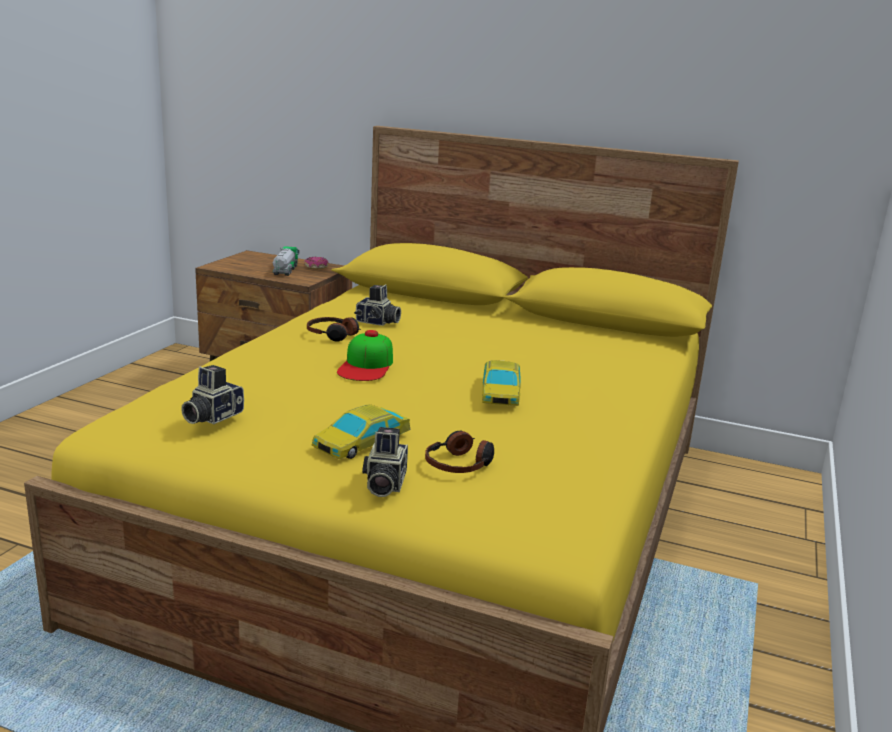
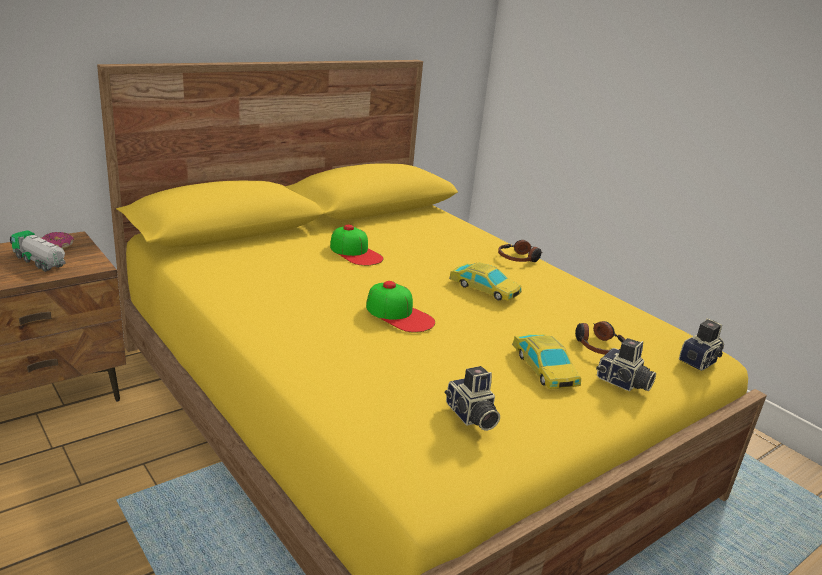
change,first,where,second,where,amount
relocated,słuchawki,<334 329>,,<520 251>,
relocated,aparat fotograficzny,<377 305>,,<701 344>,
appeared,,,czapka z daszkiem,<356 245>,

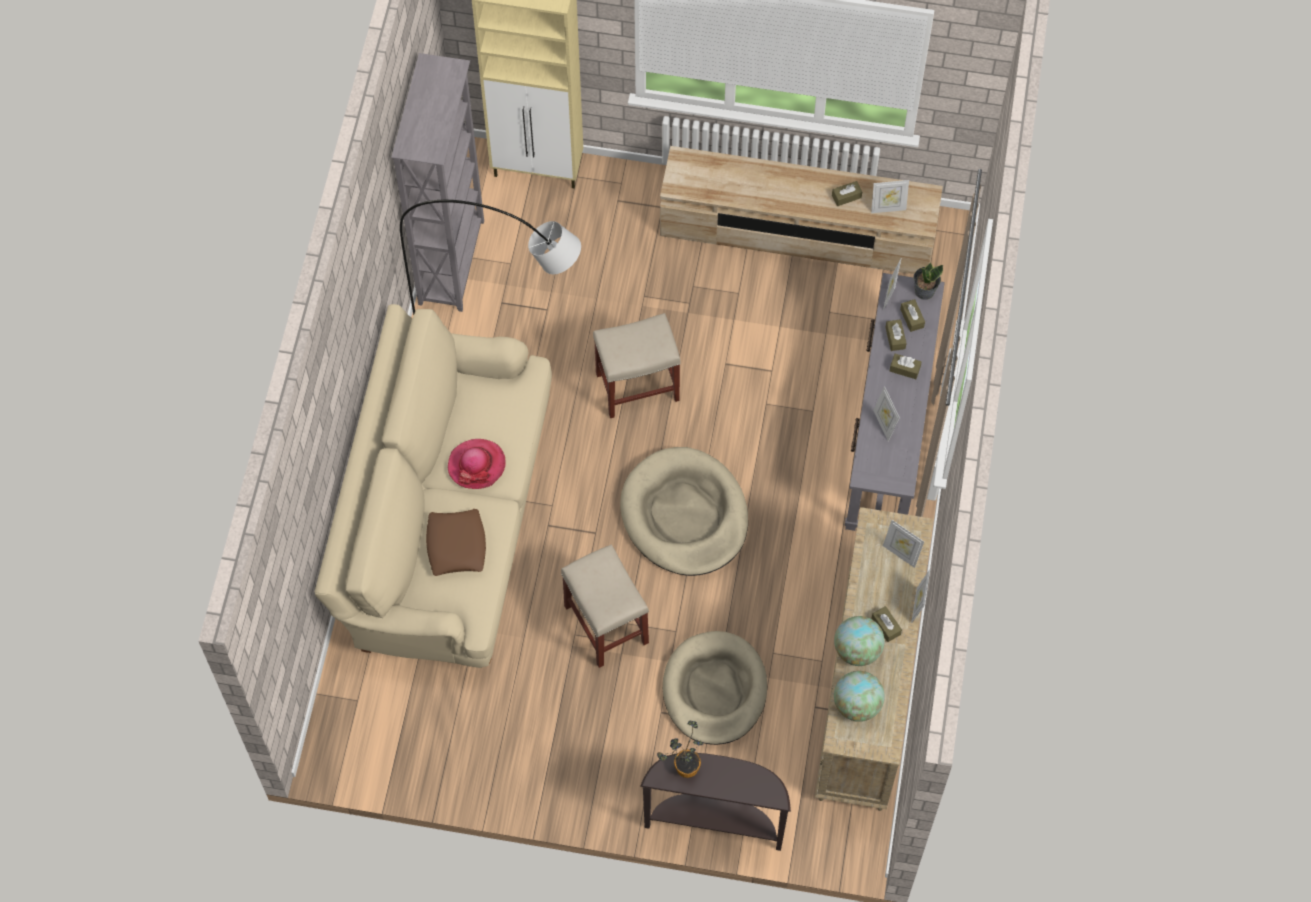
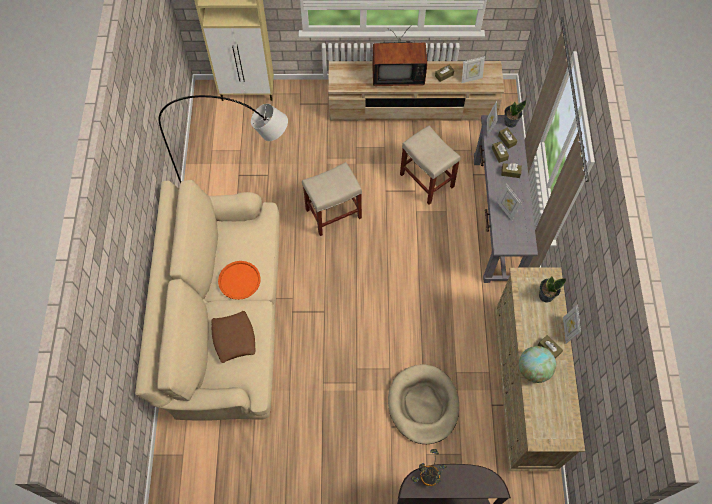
change,first,where,second,where,amount
missing,regał [szary],<437 182>,,,
exchanged,kapelusz,<477 464>,taca [pomarańczowy],<239 280>,
relocated,stołek [beżowy],<605 606>,,<430 165>,
missing,legowisko [beżowy],<684 511>,,,
missing,globus,<859 696>,,,
exchanged,ramka na zdjęcie,<903 544>,roślina doniczkowa,<553 289>,
appeared,,,telewizor,<399 57>,

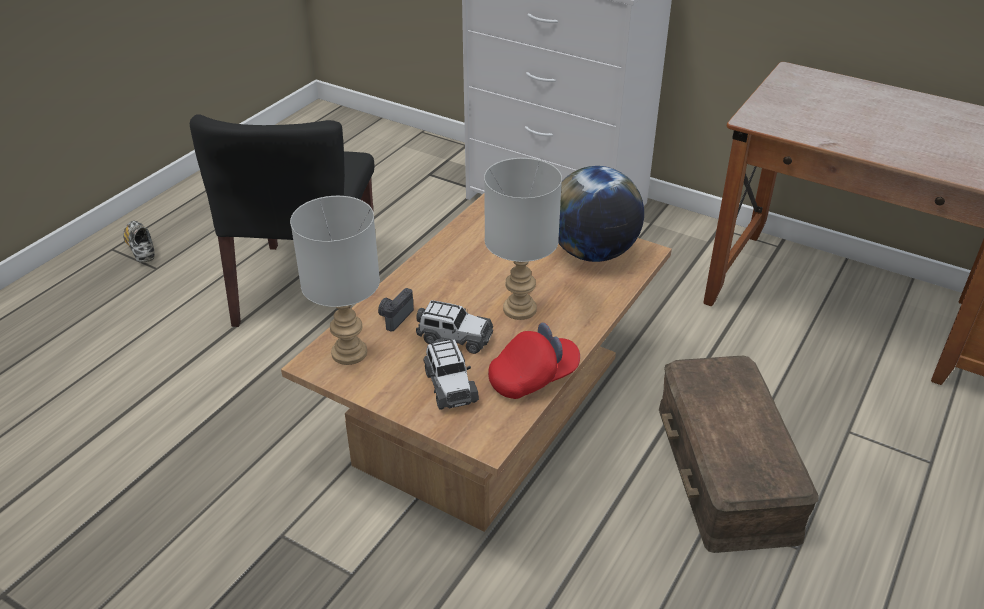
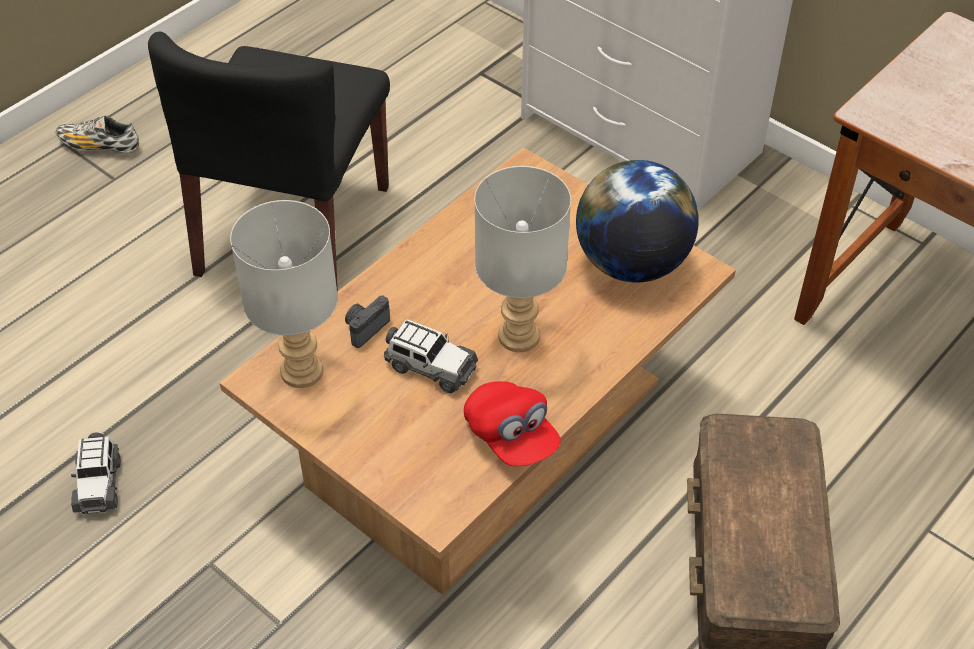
change,first,where,second,where,amount
spun,but,<139 241>,,<97 134>,60 degrees counterclockwise
relocated,samochodzik,<451 374>,,<96 473>,
spun,czapka z daszkiem [czerwony],<534 360>,,<512 423>,75 degrees clockwise

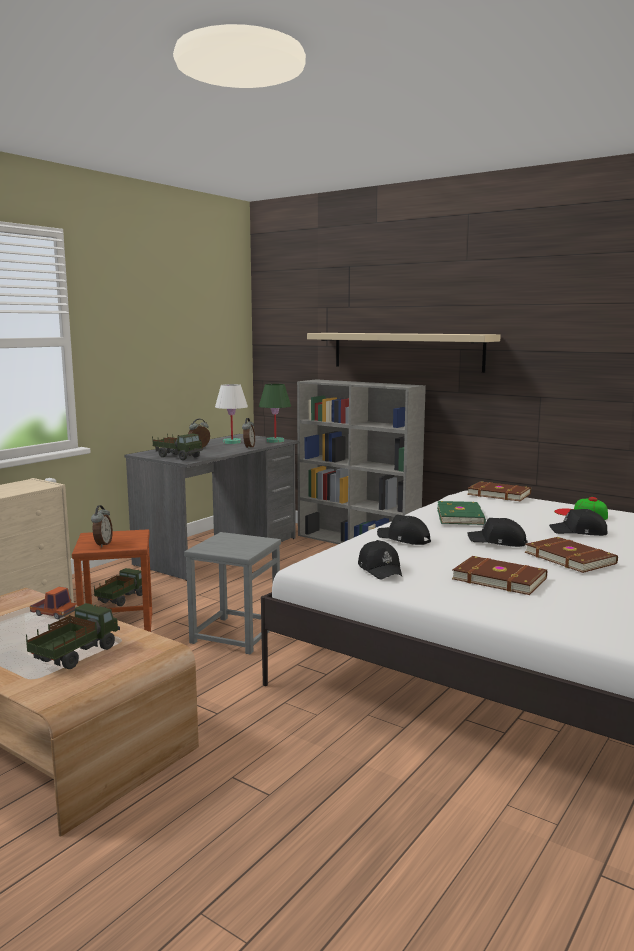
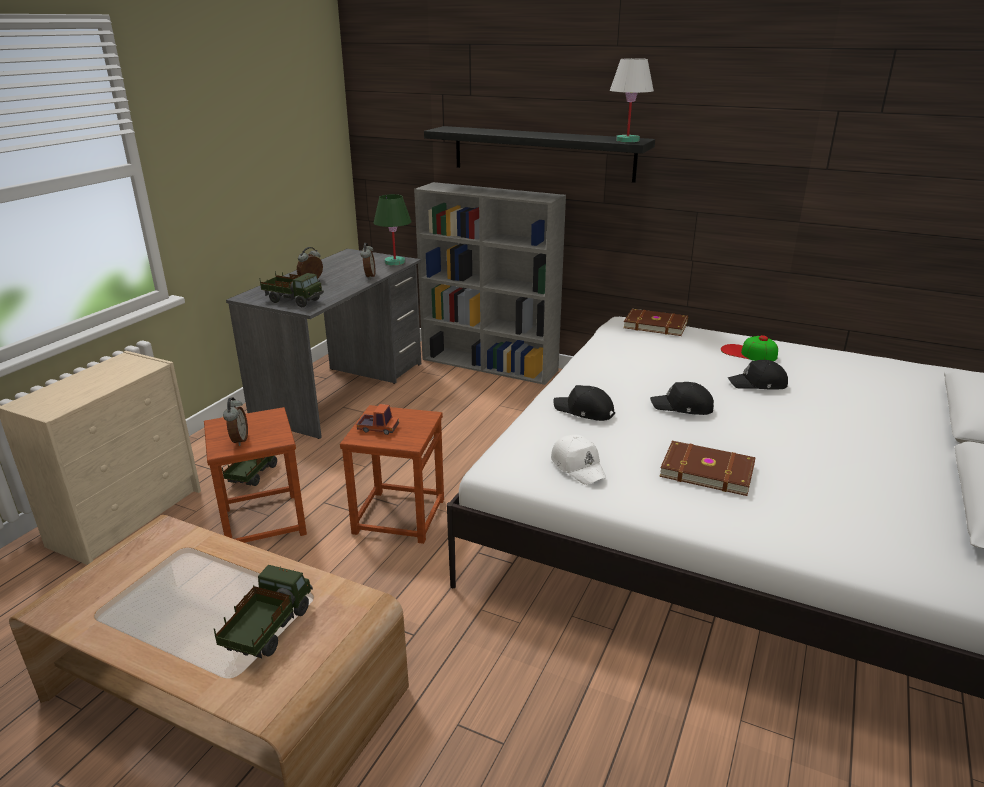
change,first,where,second,where,amount
relocated,ciężarówka zabawkowa,<53 603>,,<378 419>,
colour,stołek [szary],<232 593>,stołek [brązowy],<392 474>,
relocated,lampa stołowa [biały],<231 414>,,<632 100>,
colour,półka [beżowy],<404 353>,półka [czarny],<539 154>,
colour,czapka z daszkiem [czarny],<380 560>,czapka z daszkiem [biały],<579 460>,
missing,książka [zielony],<461 513>,,,
missing,książka [brązowy],<571 555>,,,

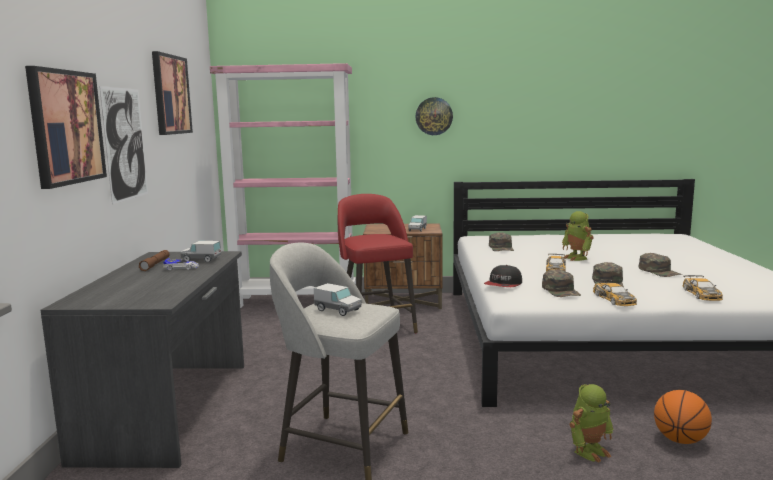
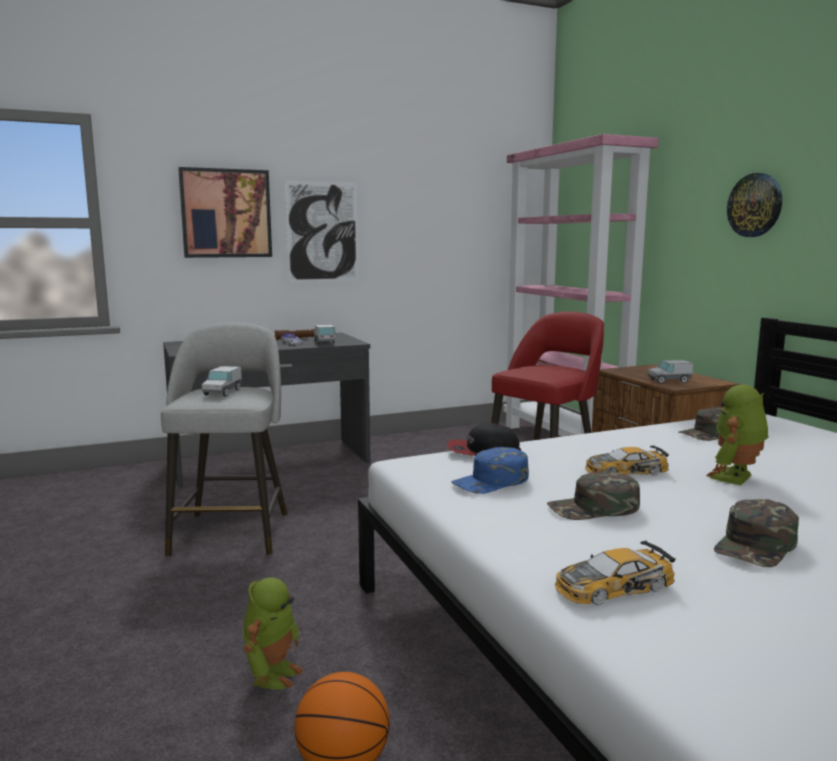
change,first,where,second,where,amount
missing,obraz,<172 93>,,,
colour,czapka z daszkiem [zielony],<561 283>,czapka z daszkiem [niebieski],<490 470>,
spun,robot zabawkowy,<591 423>,,<273 633>,105 degrees counterclockwise
missing,samochodzik,<615 293>,,,

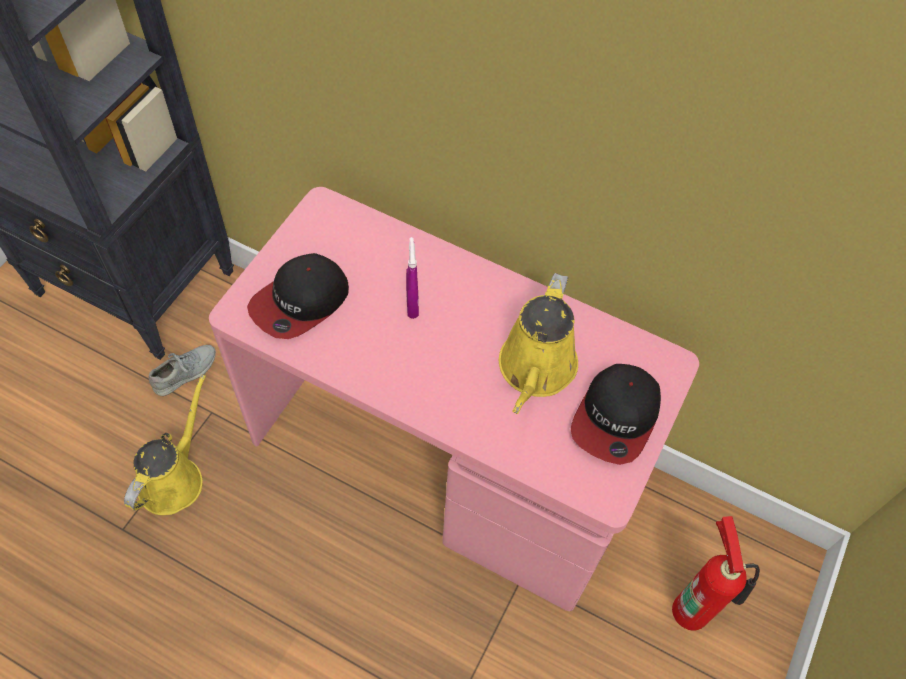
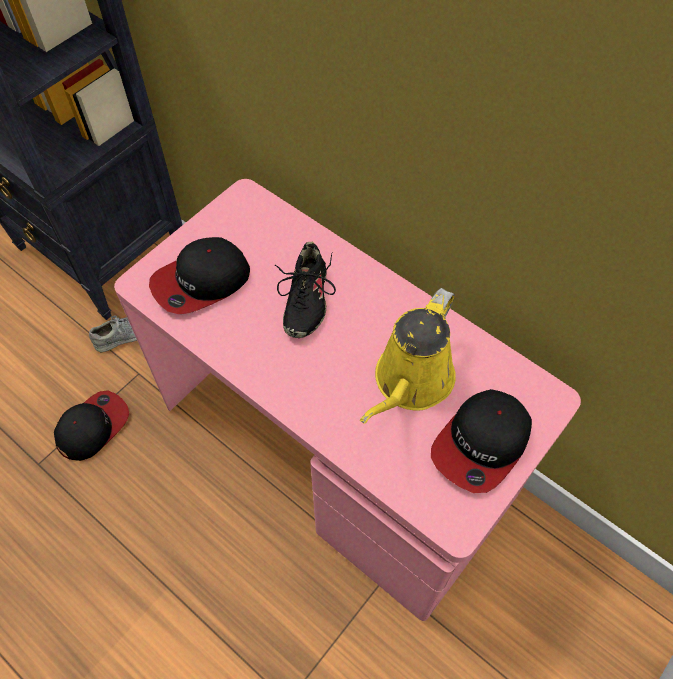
change,first,where,second,where,amount
exchanged,konewka [żółty],<165 444>,czapka z daszkiem,<91 425>,
exchanged,spryskiwacz [fioletowy],<412 278>,but [czarny],<305 290>,
missing,gaśnica,<716 573>,,,

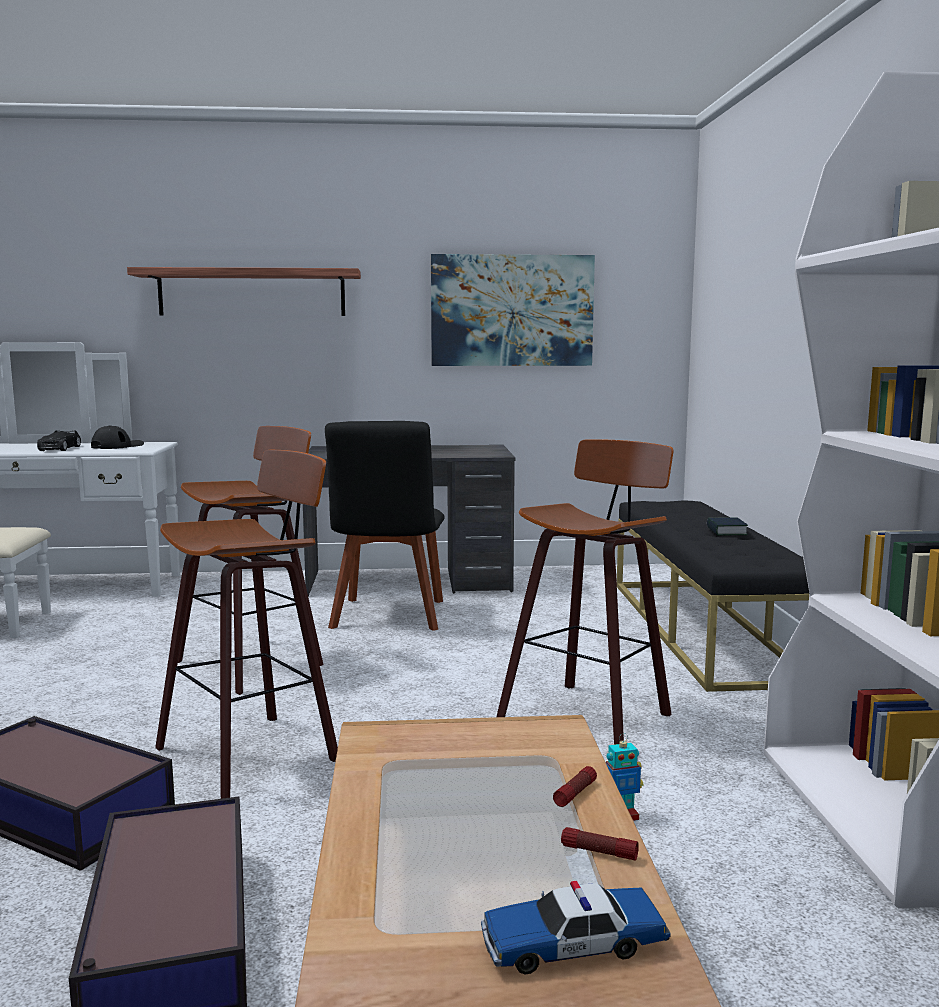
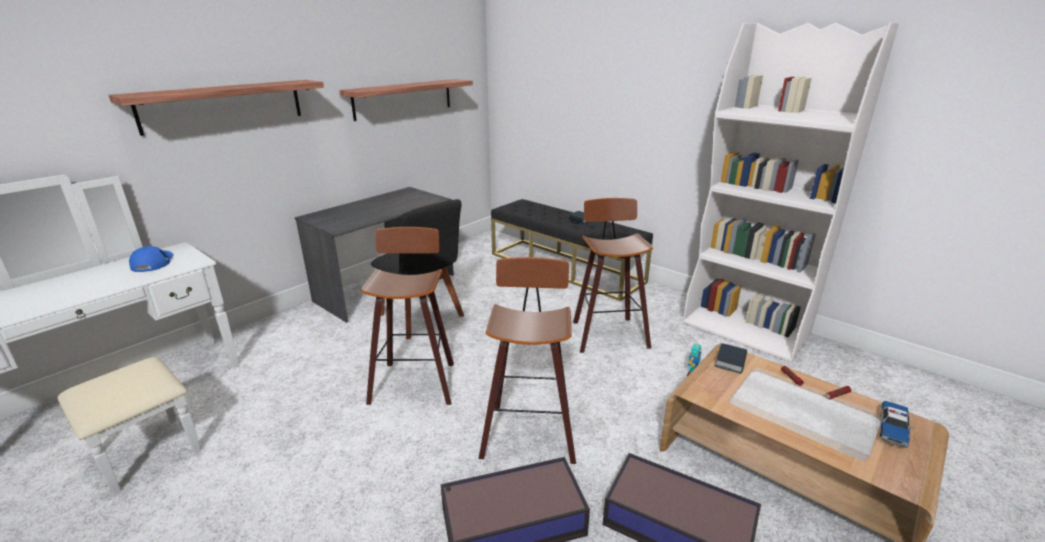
change,first,where,second,where,amount
missing,samochodzik [czarny],<59 441>,,,
colour,czapka z daszkiem [czarny],<117 437>,czapka z daszkiem [niebieski],<151 259>,
exchanged,obraz,<513 310>,półka,<406 100>,
appeared,,,książka,<731 358>,

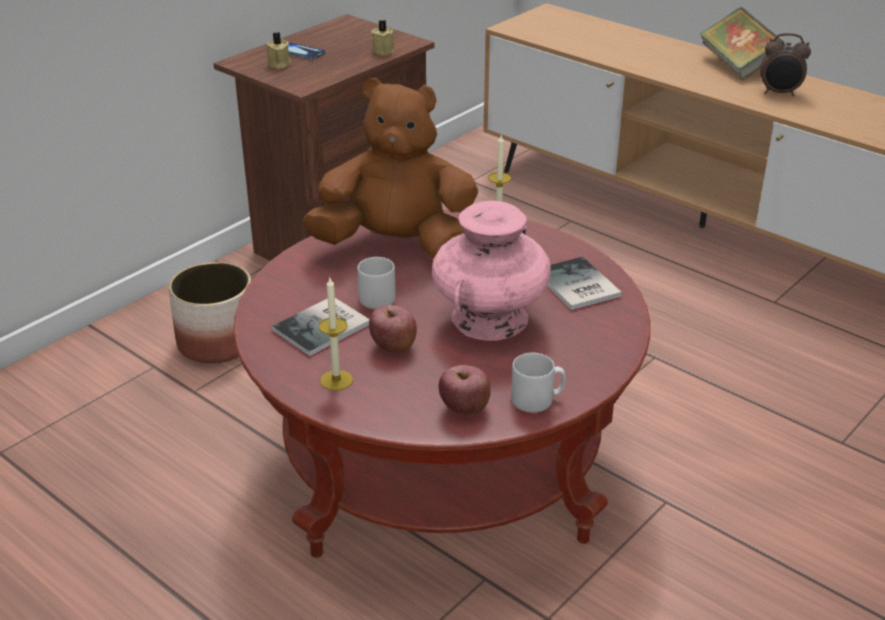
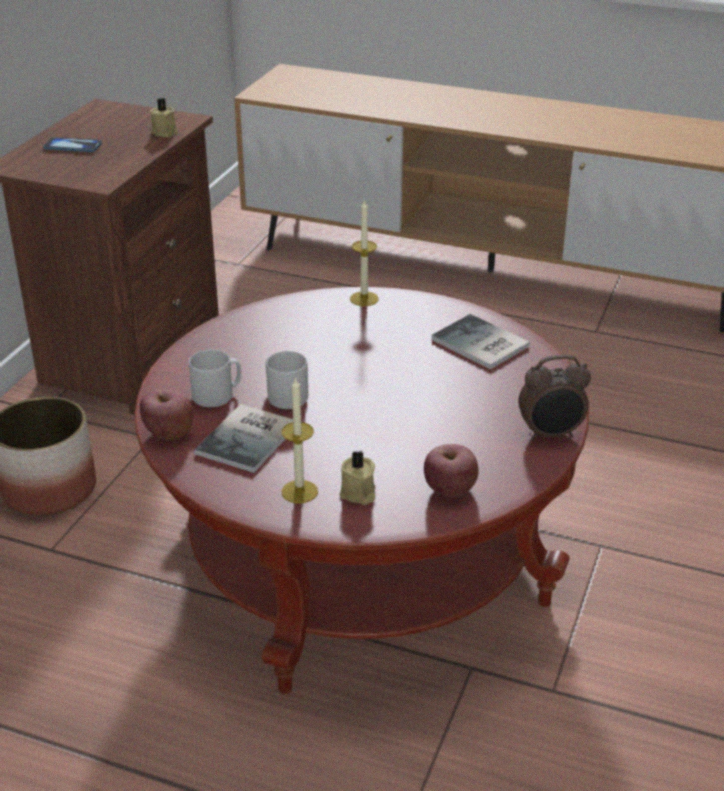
change,first,where,second,where,amount
relocated,świeca [beżowy],<279 50>,,<358 478>,
missing,pluszak [brązowy],<390 168>,,,
relocated,jabłko,<393 329>,,<166 414>,
missing,wazon [różowy],<491 271>,,,
relocated,kubek [szary],<538 383>,,<215 378>,
missing,książka,<742 43>,,,
relocated,budzik,<785 64>,,<554 398>,

